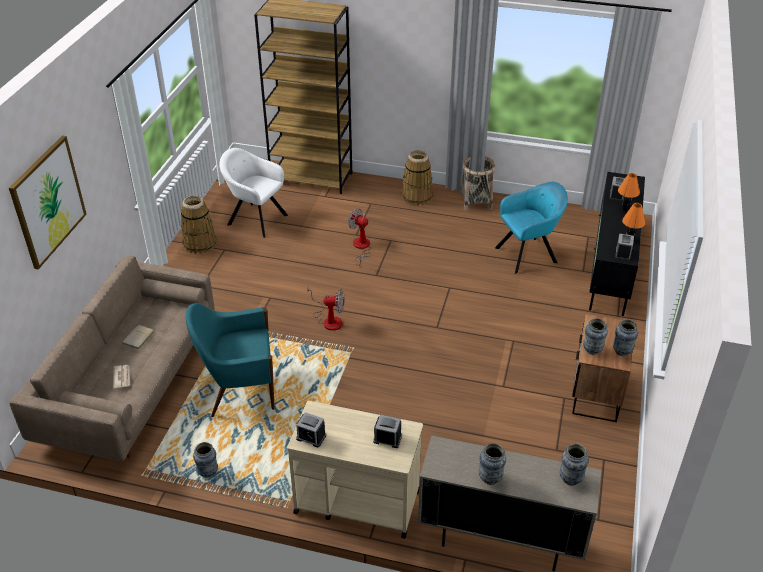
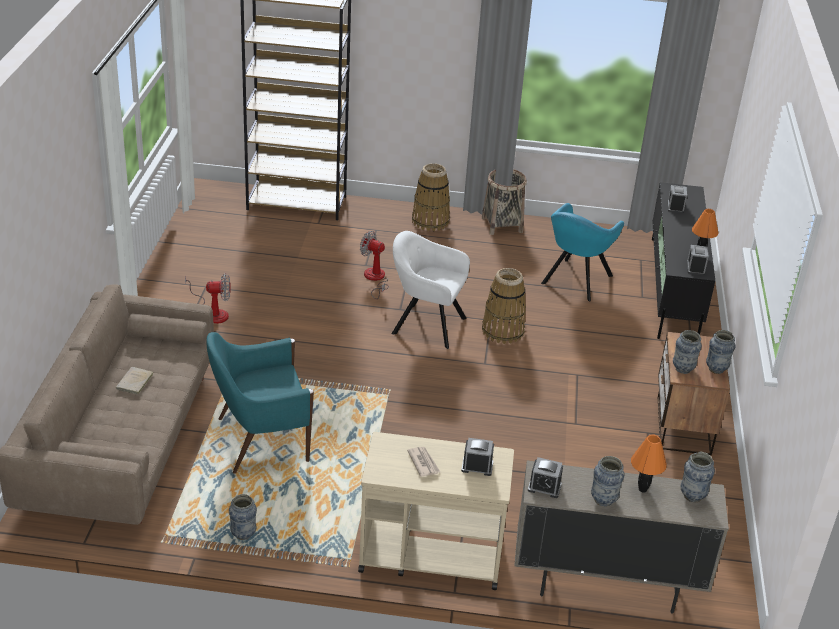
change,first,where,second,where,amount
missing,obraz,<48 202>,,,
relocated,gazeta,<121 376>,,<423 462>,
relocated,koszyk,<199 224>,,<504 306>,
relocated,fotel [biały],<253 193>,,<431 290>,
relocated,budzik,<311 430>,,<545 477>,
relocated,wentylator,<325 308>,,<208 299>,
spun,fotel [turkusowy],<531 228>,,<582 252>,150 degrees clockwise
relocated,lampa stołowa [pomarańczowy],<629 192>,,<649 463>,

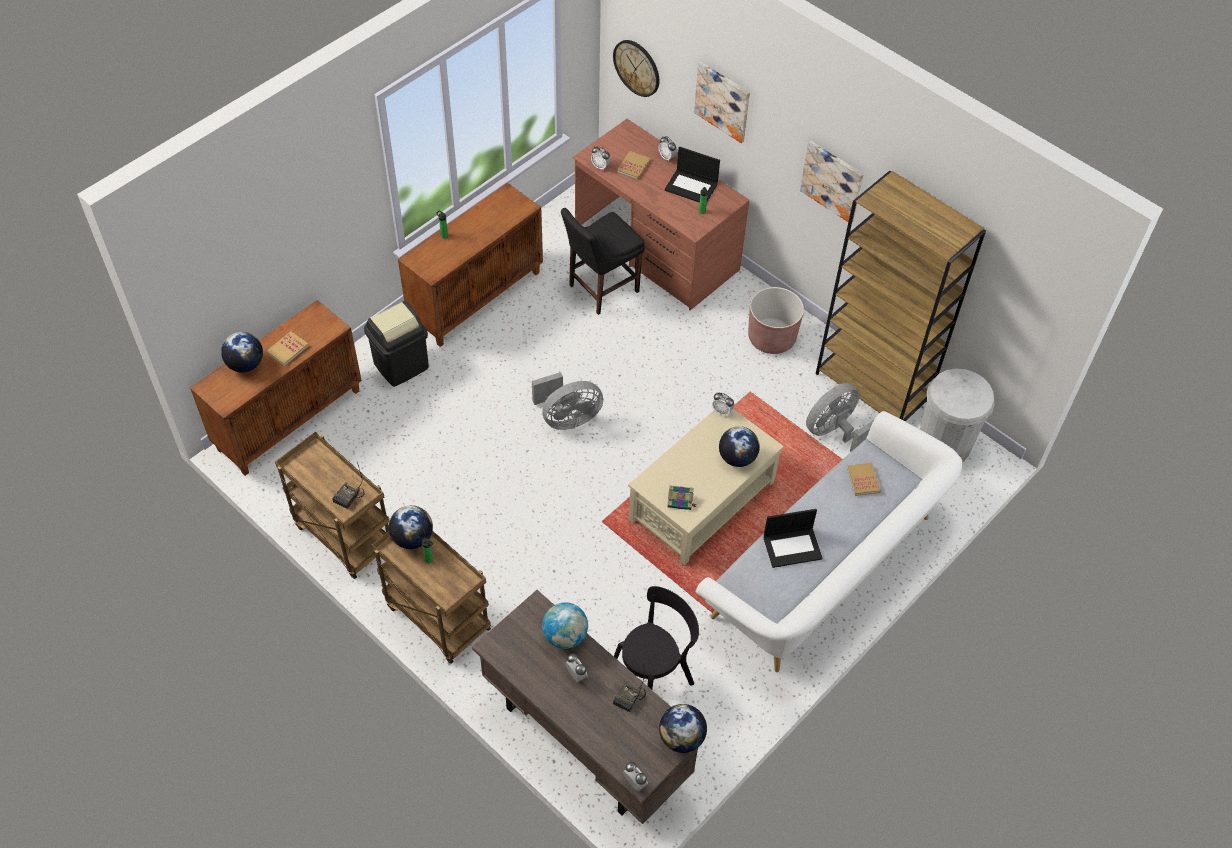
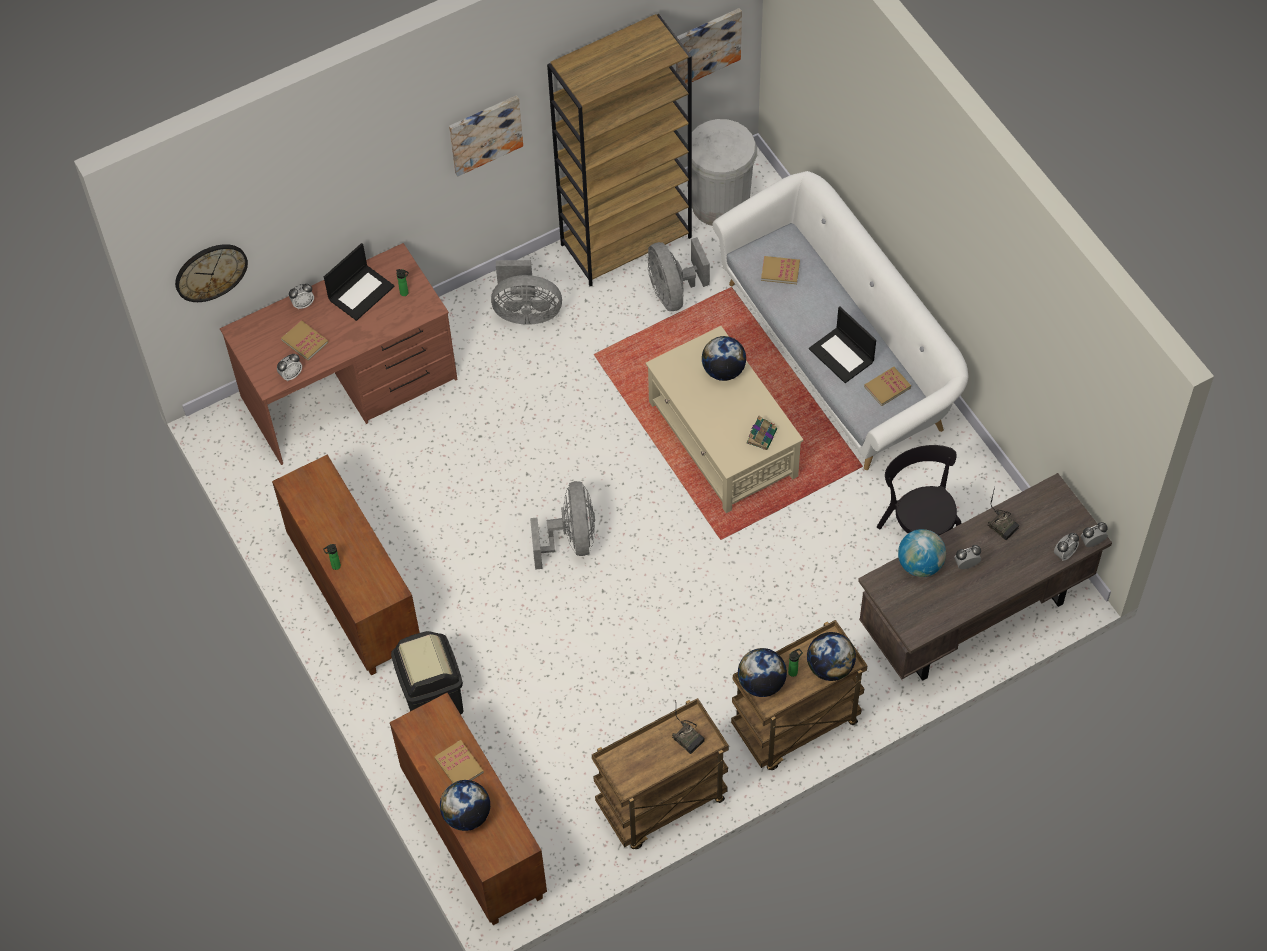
change,first,where,second,where,amount
missing,krzesło [czarny],<603 261>,,,
relocated,globus,<683 728>,,<831 656>,
relocated,obraz,<722 102>,,<709 46>,
relocated,budzik,<723 404>,,<1066 547>,
exchanged,donica [brązowy],<776 320>,wentylator [szary],<526 292>,
spun,laptop,<793 538>,,<842 345>,135 degrees clockwise
appeared,,,książka,<887 386>,

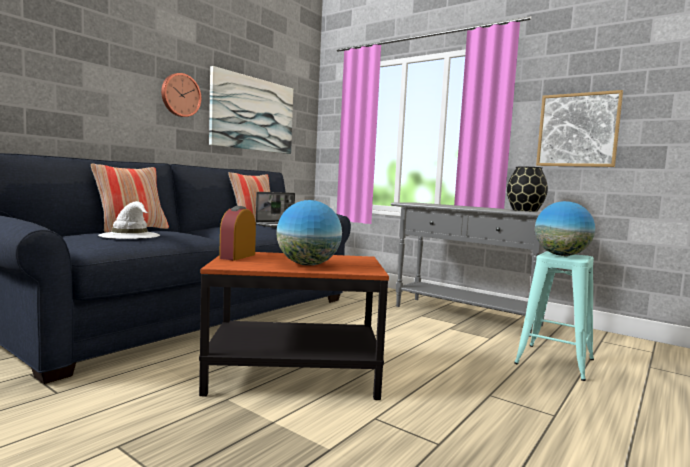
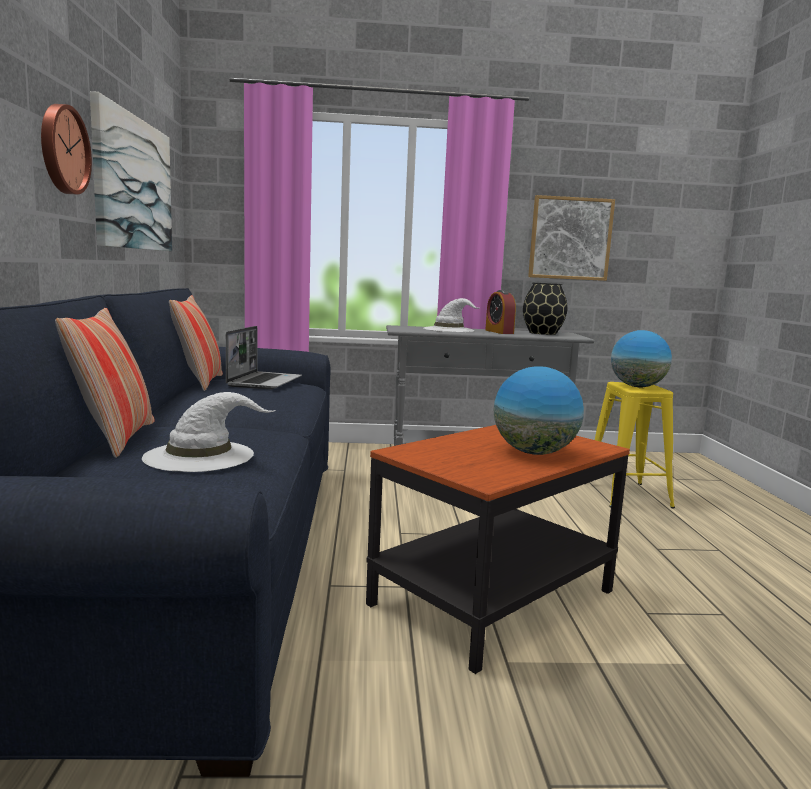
change,first,where,second,where,amount
relocated,budzik,<237 233>,,<500 312>,
colour,stołek [turkusowy],<554 316>,stołek [żółty],<635 445>,
appeared,,,kapelusz [biały],<451 315>,

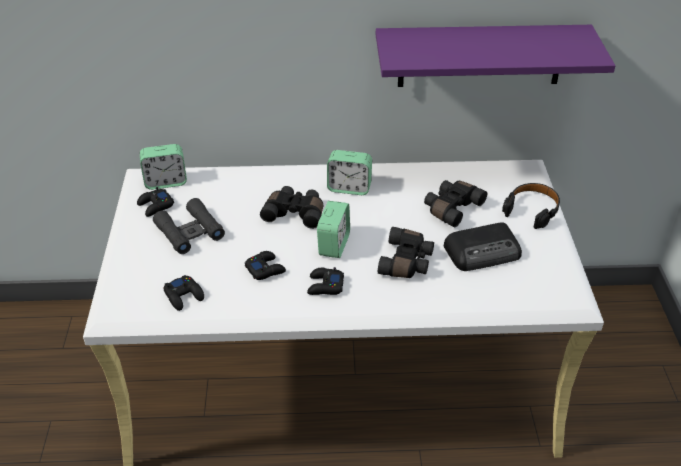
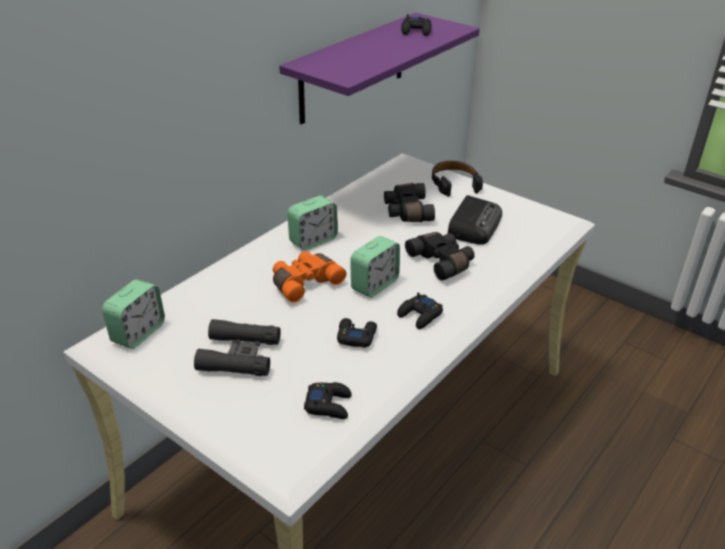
change,first,where,second,where,amount
relocated,pad do gier [czarny],<155 202>,,<416 25>,
colour,lornetka [czarny],<291 207>,lornetka [pomarańczowy],<309 277>,
spun,budzik,<333 229>,,<375 266>,75 degrees clockwise

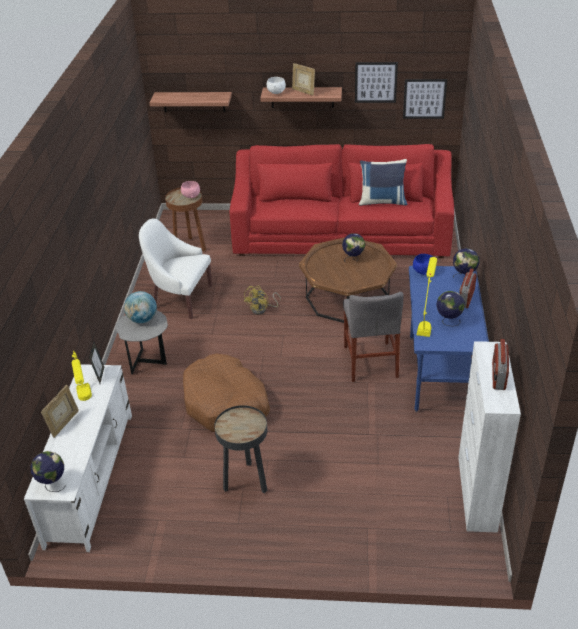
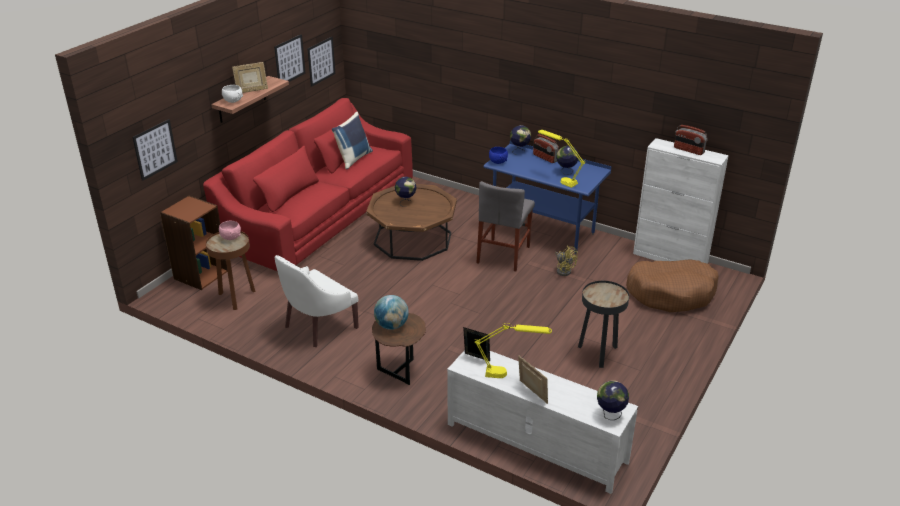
change,first,where,second,where,amount
colour,stolik [szary],<141 342>,stolik [brązowy],<399 349>,
exchanged,półka,<191 102>,obraz,<155 150>,
relocated,legowisko [brązowy],<226 393>,,<672 285>,
relocated,wentylator [żółty],<262 300>,,<566 261>,
spun,krzesło [szary],<373 337>,,<505 226>,90 degrees clockwise
appeared,,,regał [brązowy],<194 243>,

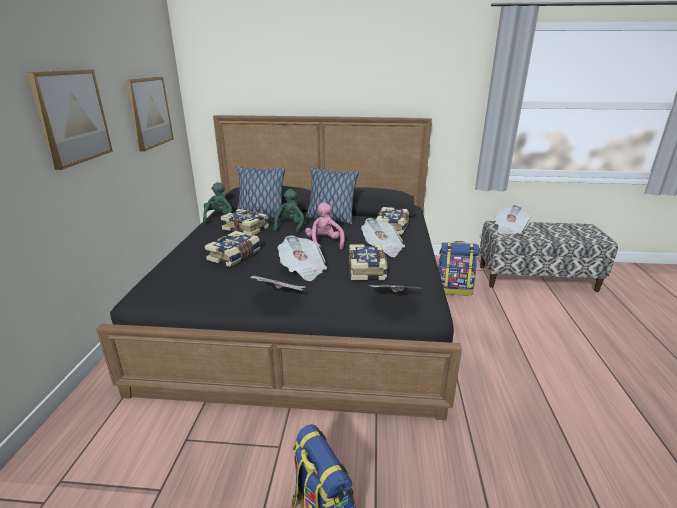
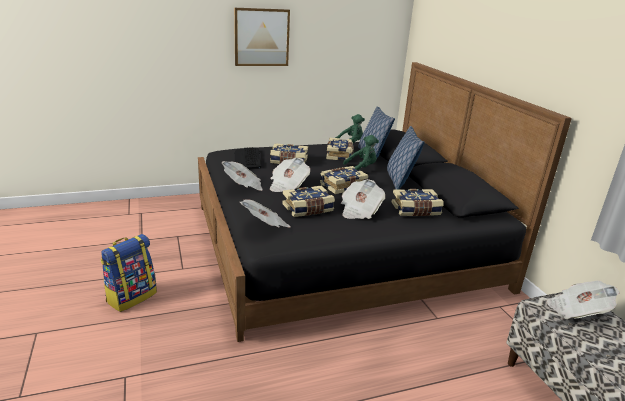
change,first,where,second,where,amount
missing,obraz,<149 114>,,,
exchanged,pluszak [różowy],<325 226>,książka,<344 180>,
missing,plecak,<459 268>,,,
appeared,,,klawiatura,<247 158>,

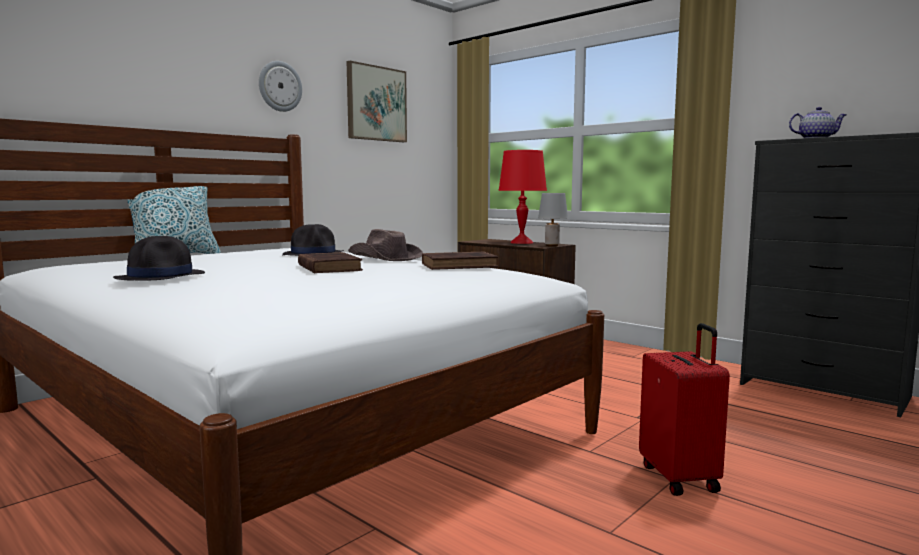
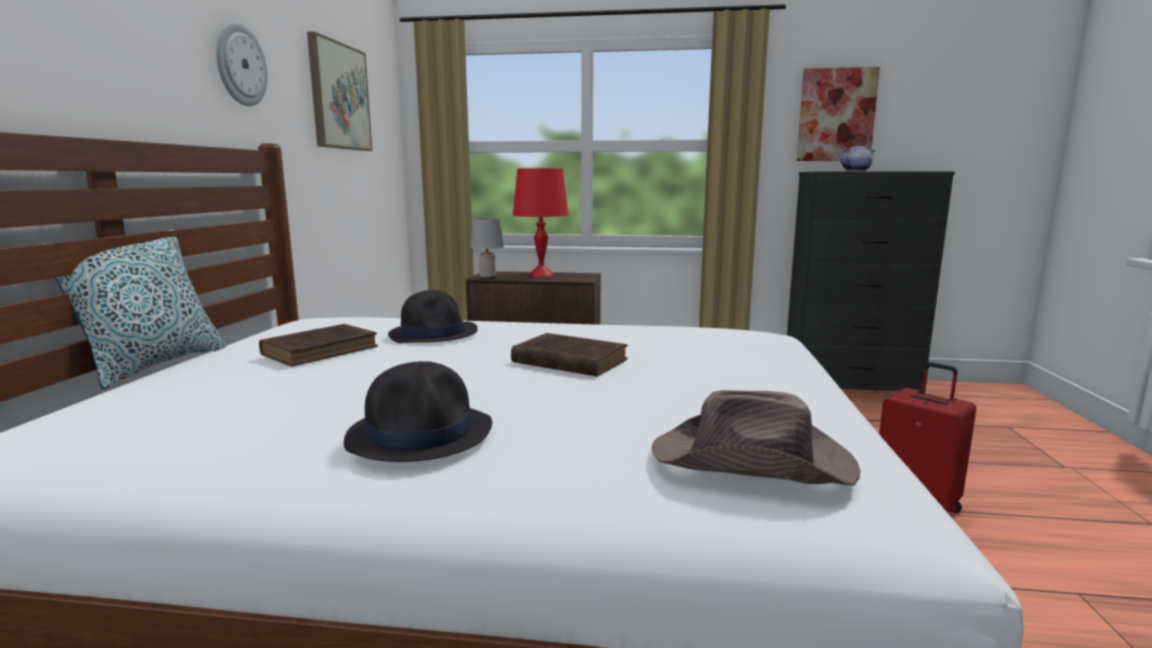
change,first,where,second,where,amount
relocated,kapelusz [brązowy],<385 245>,,<756 438>,
relocated,książka [brązowy],<460 261>,,<318 345>,
relocated,lampa stołowa [szary],<553 219>,,<487 248>,
appeared,,,obraz,<838 114>,

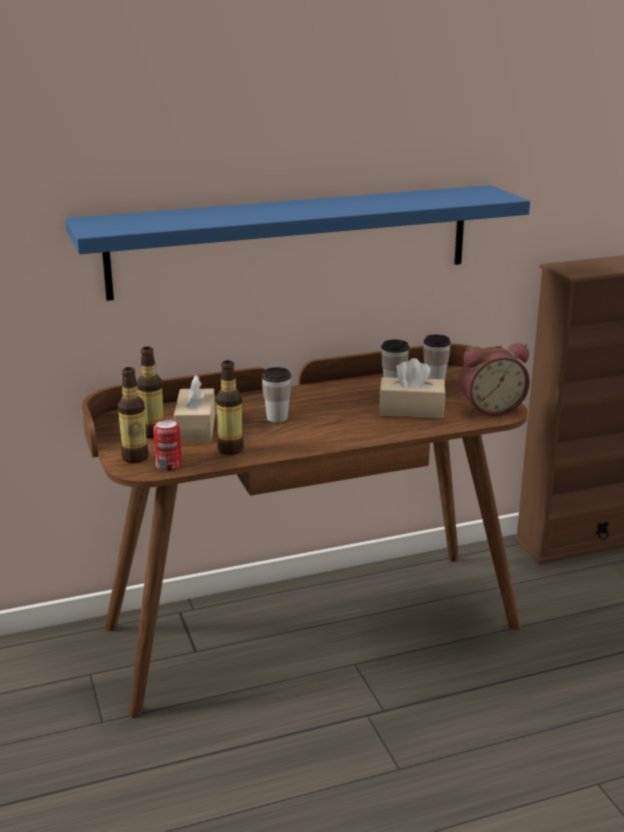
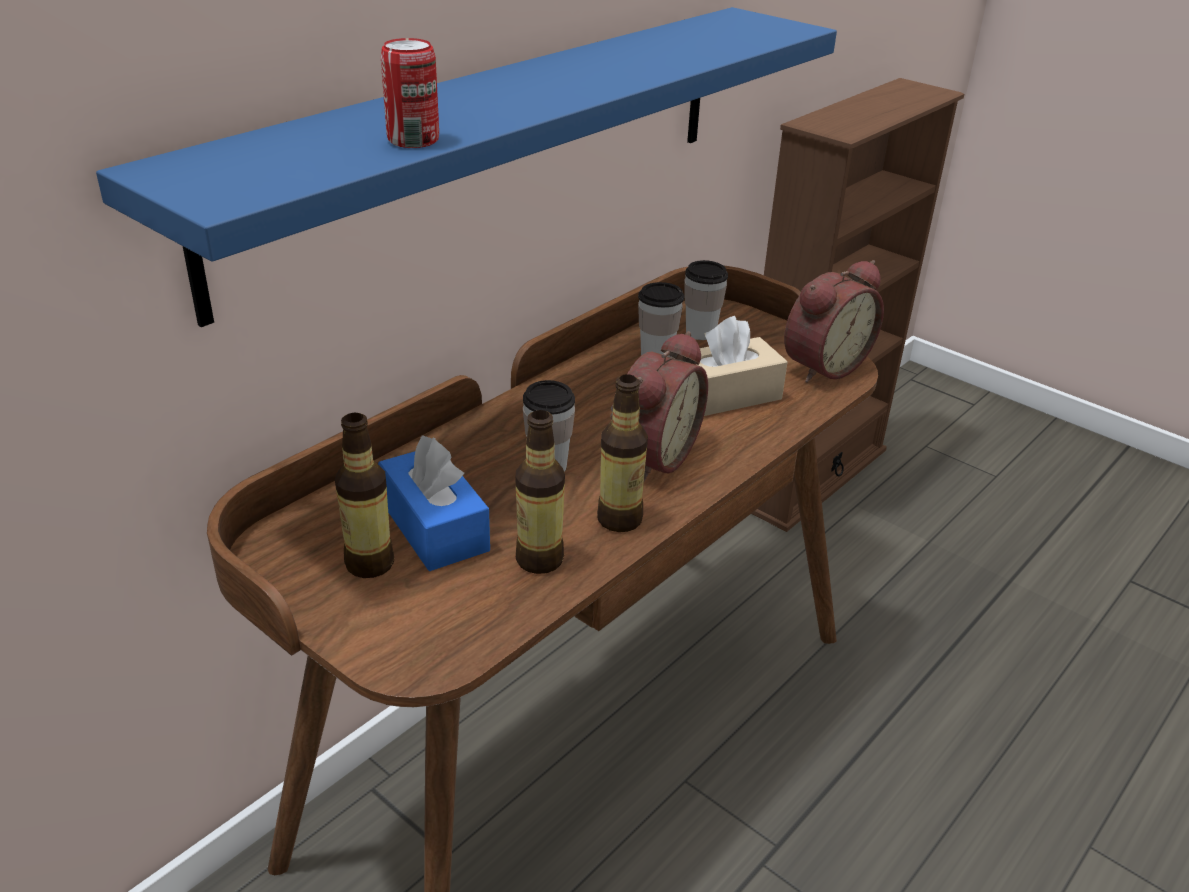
change,first,where,second,where,amount
relocated,butelka,<133 415>,,<622 453>,
relocated,puszka,<167 445>,,<410 93>,
colour,pudełko chusteczek [beżowy],<194 408>,pudełko chusteczek [niebieski],<434 503>,
appeared,,,budzik,<659 406>,

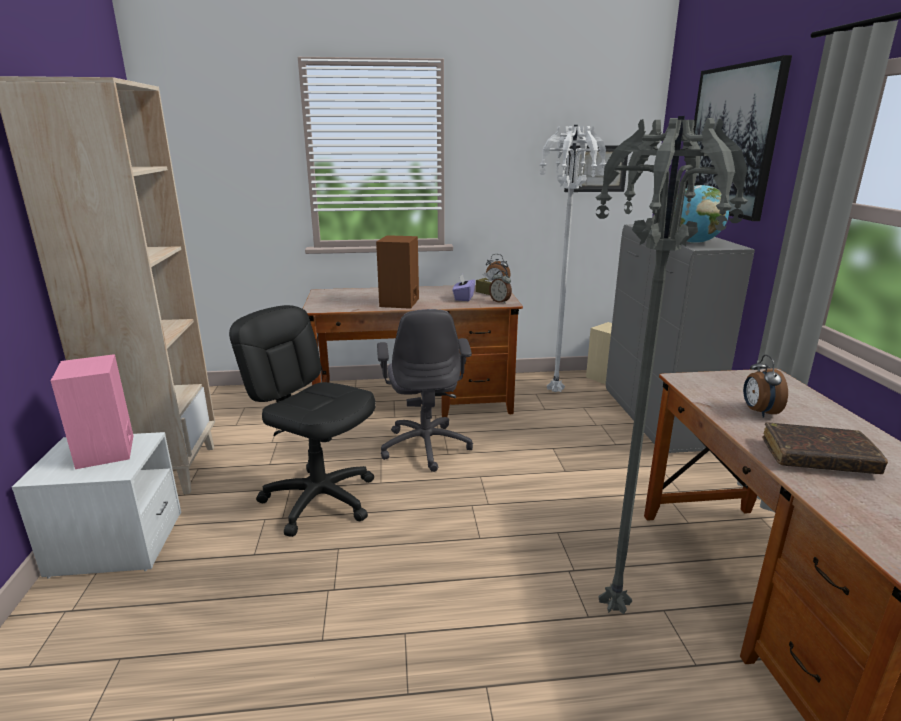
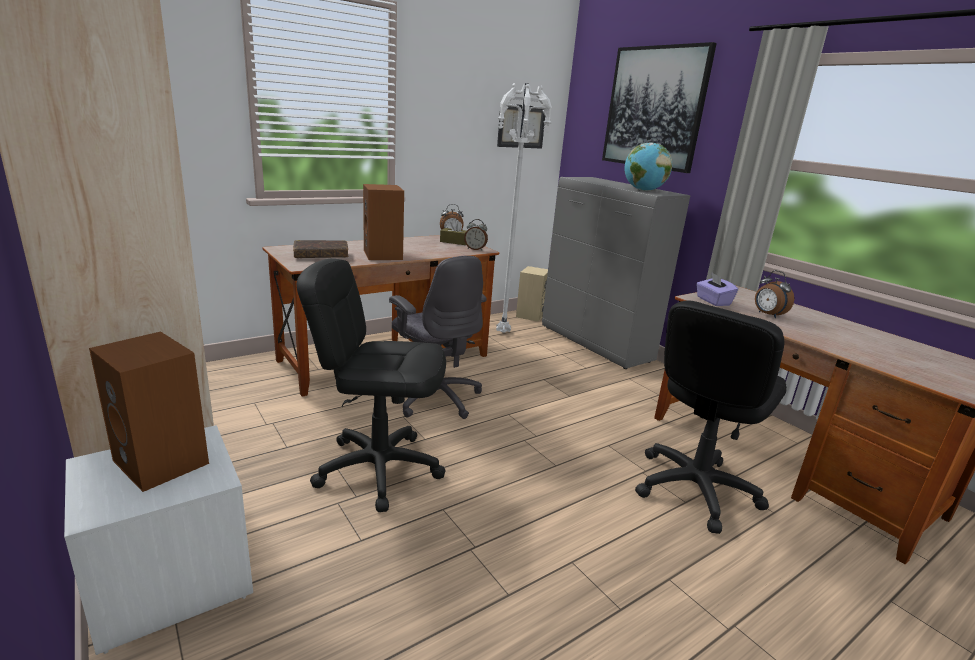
change,first,where,second,where,amount
colour,głośnik [różowy],<92 411>,głośnik [brązowy],<149 411>,
relocated,pudełko chusteczek [fioletowy],<463 287>,,<717 289>,
exchanged,lampa stojąca [szary],<672 365>,krzesło biurowe [czarny],<711 417>,
relocated,książka [brązowy],<825 448>,,<320 249>,

